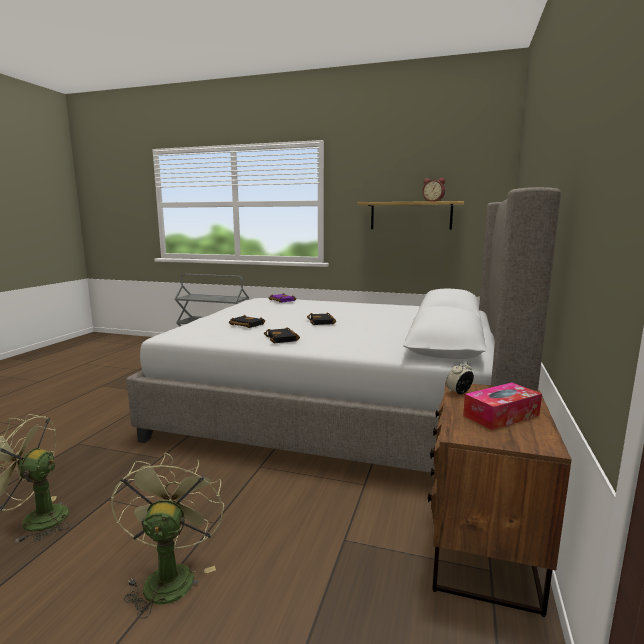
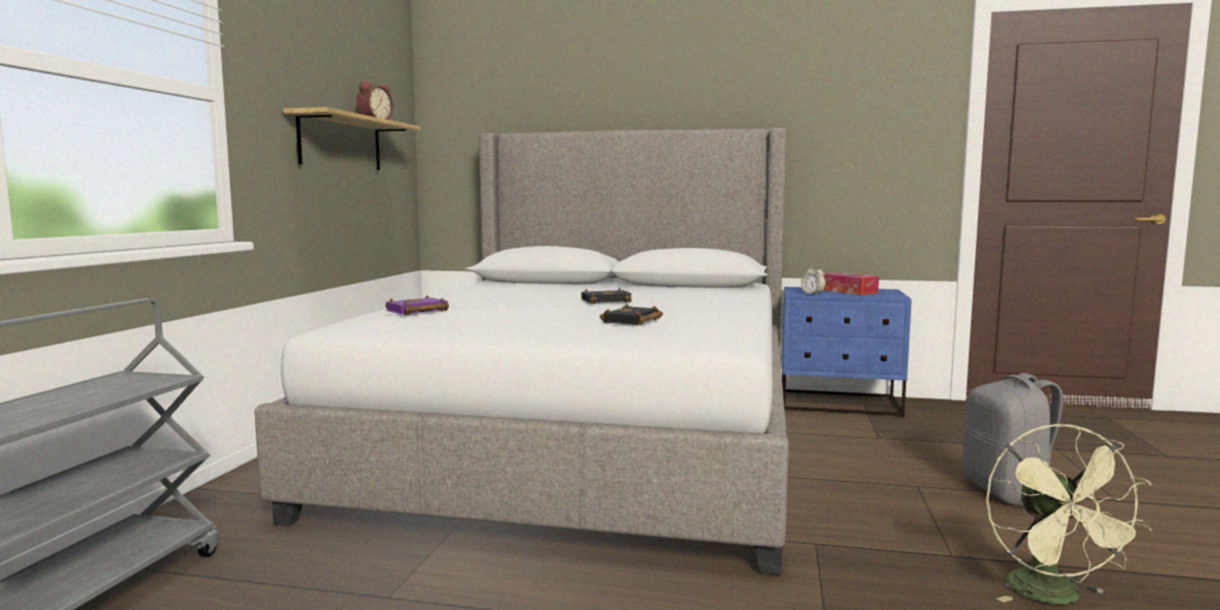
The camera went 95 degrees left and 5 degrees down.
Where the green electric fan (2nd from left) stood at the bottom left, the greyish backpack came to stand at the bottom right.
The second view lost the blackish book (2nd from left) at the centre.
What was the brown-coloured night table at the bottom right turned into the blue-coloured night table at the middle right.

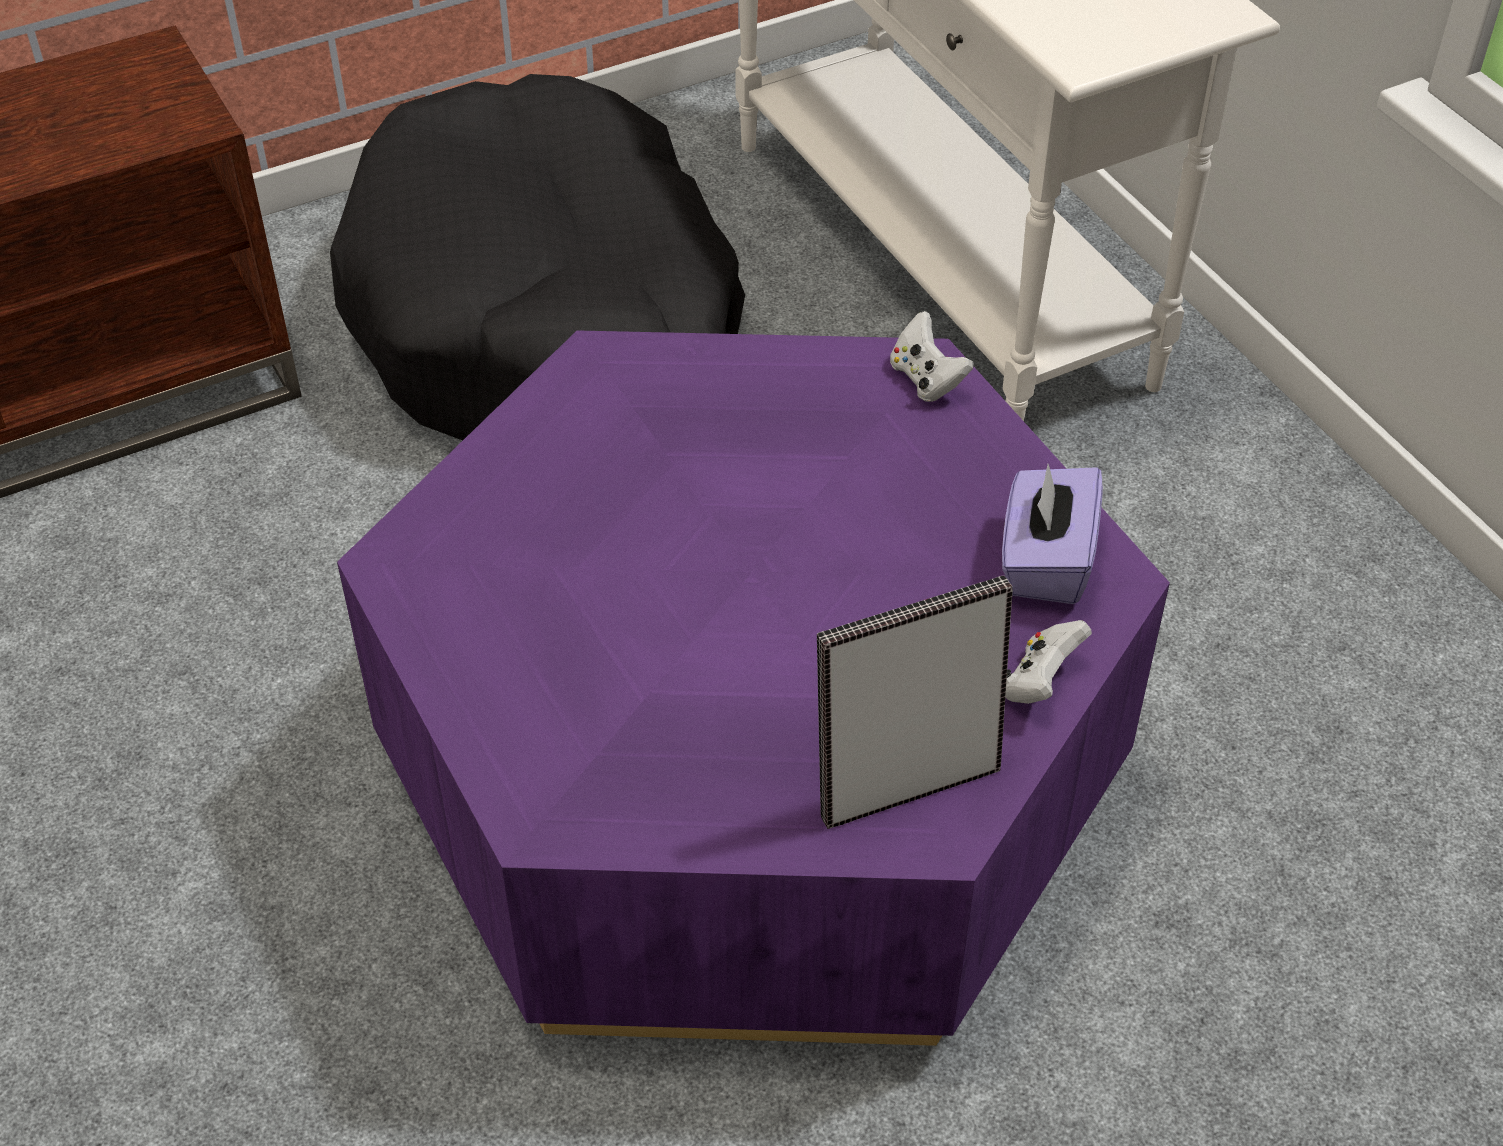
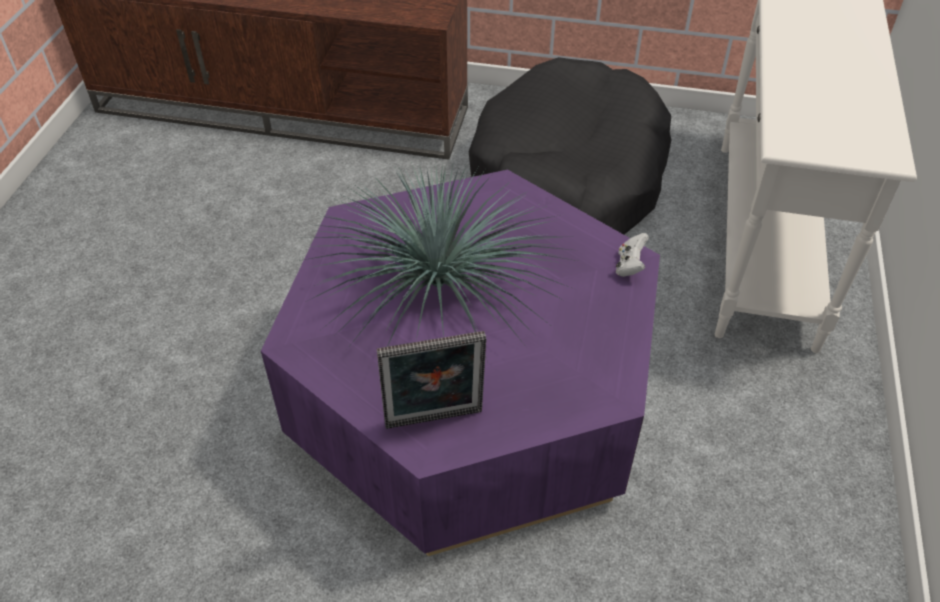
The camera went 40 degrees right and 0 degrees up.
The photo frame at the centre ended up facing another way, 150 degrees clockwise from before.
The second view lost the purple box of tissues at the middle right.
The second view lost the white joypad (2nd from left) at the middle right.
The second view gained the houseplant at the centre.

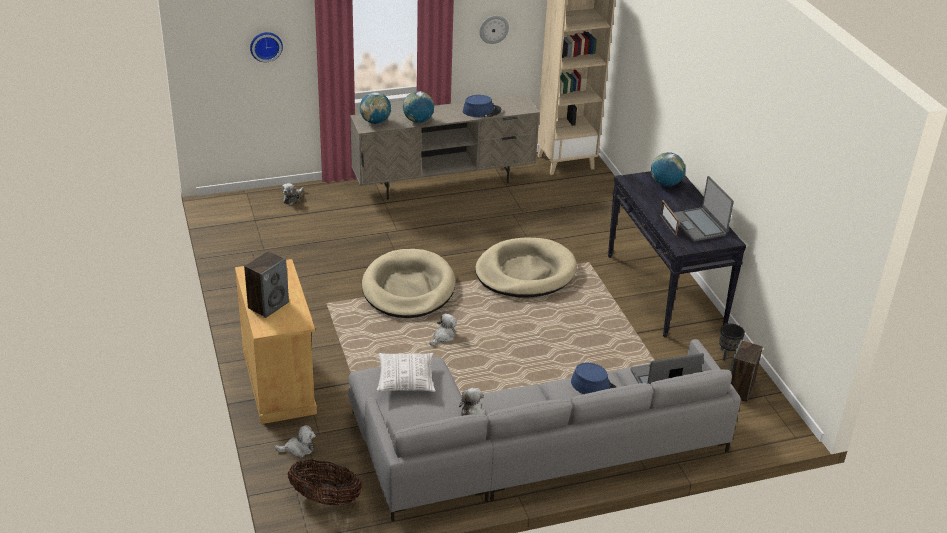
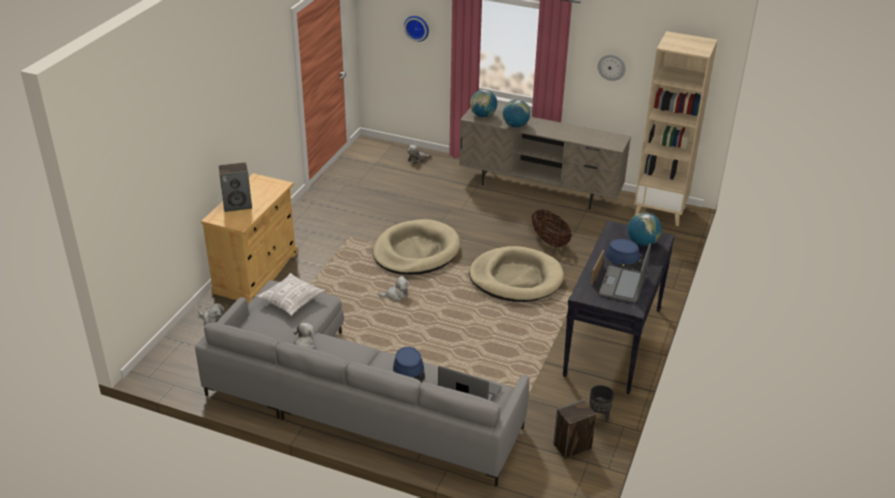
The camera went 40 degrees right and 0 degrees up.
The storage basket ended up elsewhere, having gone from the bottom centre to the centre.
The blue-coloured wearable hat (1st from left in the first image) ended up elsewhere, having gone from the top centre to the middle right.

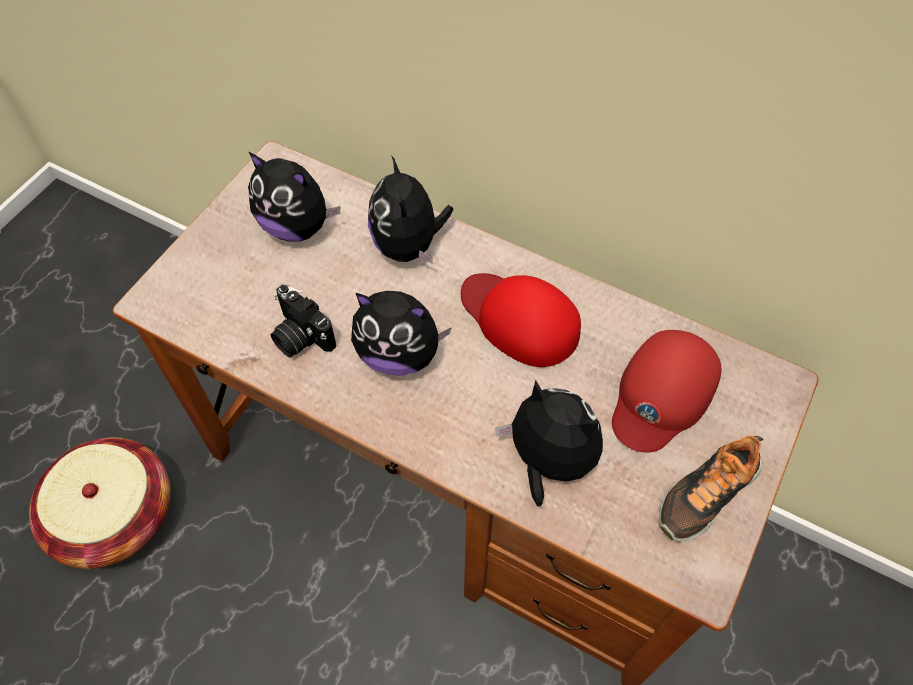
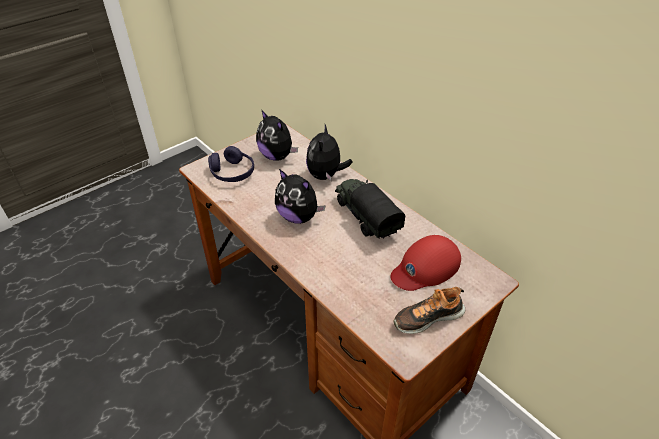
The camera went 20 degrees right and 15 degrees down.
The second view lost the storage basket at the bottom left.
The second view lost the still camera at the middle left.
Where the red-coloured cap (1st from left) stood at the centre, the toy lorry came to stand at the centre.
The second view lost the soft toy (4th from left) at the centre.
The second view gained the purple headset at the centre.

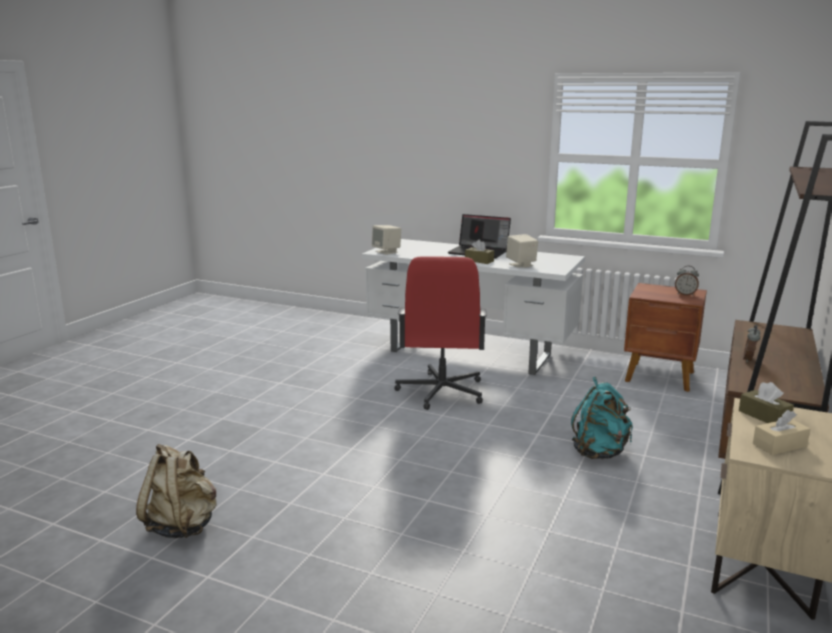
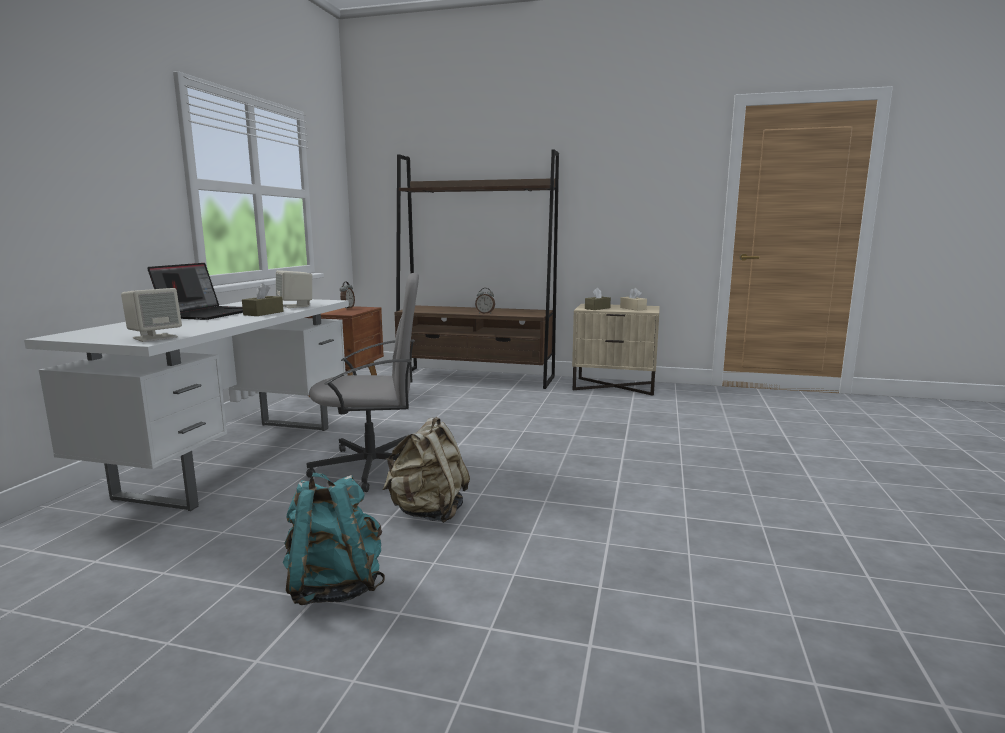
The camera went 100 degrees left and 5 degrees down.
The beige-coloured backpack ended up elsewhere, having gone from the bottom left to the centre.
What was the red-coloured computer chair at the centre turned into the greyish computer chair at the centre.
The turquoise backpack ended up elsewhere, having gone from the middle right to the bottom left.

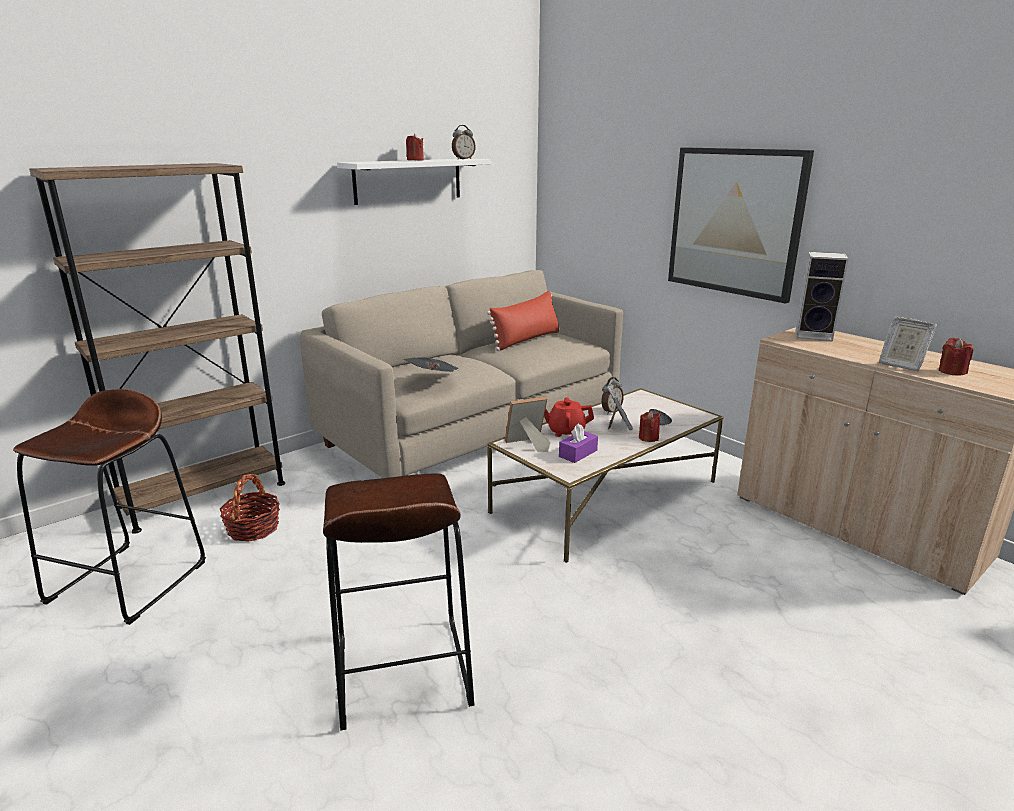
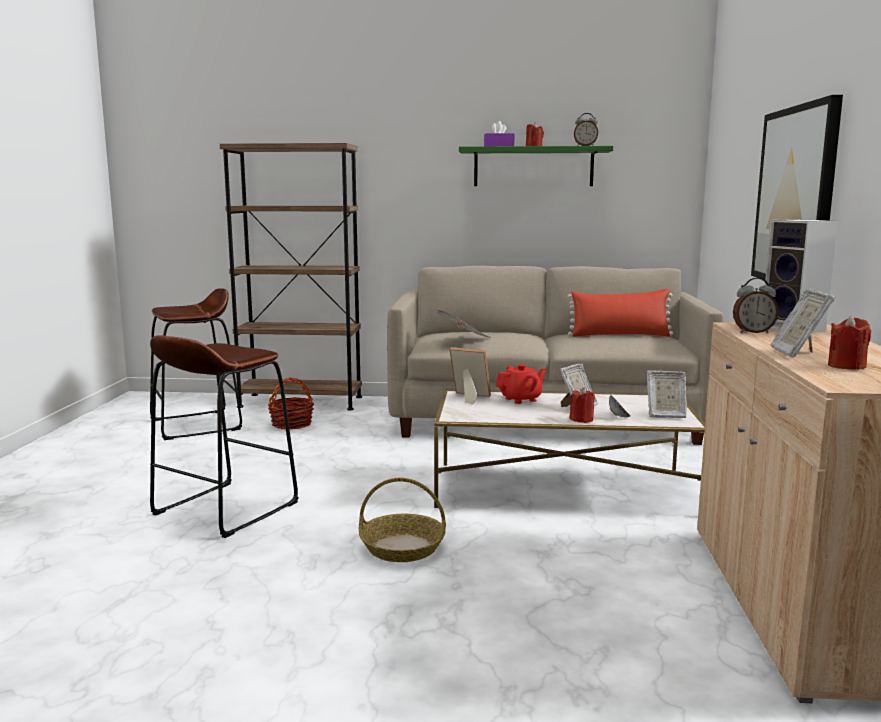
The camera went 45 degrees right and 10 degrees down.
What was the white bracket shelf at the top centre turned into the green bracket shelf at the top centre.
The red-coloured pot for tea at the centre ended up facing another way, 105 degrees clockwise from before.
The purple box of tissues ended up elsewhere, having gone from the centre to the top centre.
The alarm clock (2nd from left) ended up elsewhere, having gone from the centre to the middle right.
The second view gained the storage basket (2nd from left) at the bottom centre.
The second view gained the photo frame (3rd from left) at the middle right.

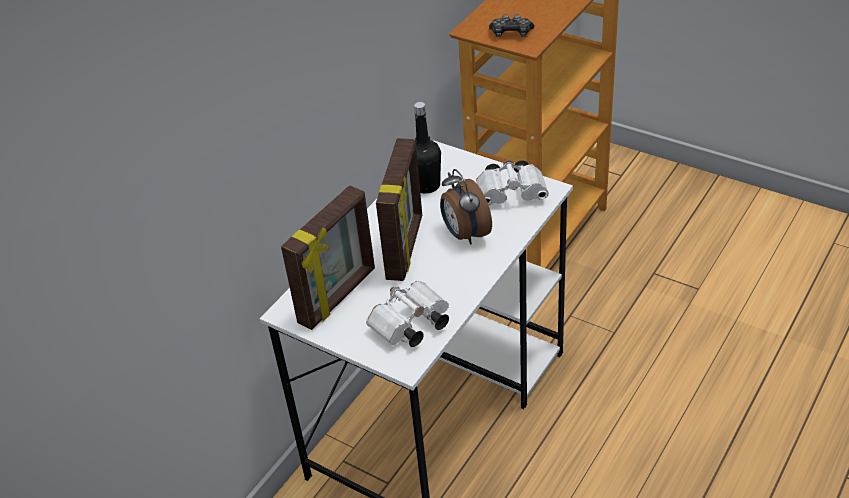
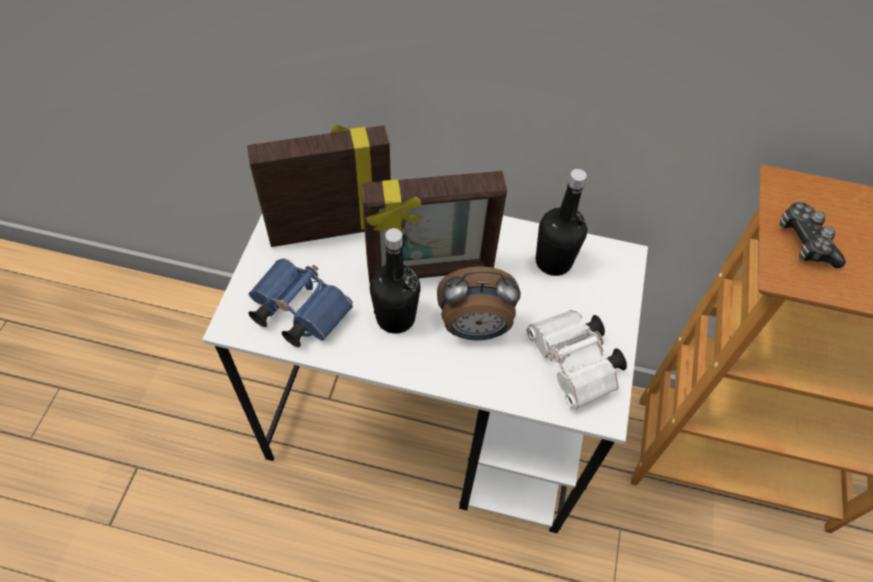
The camera went 65 degrees right and 15 degrees up.
The photo frame (1st from left) at the centre ended up facing another way, 150 degrees clockwise from before.
What was the white binoculars (1st from left) at the centre turned into the blue-coloured binoculars at the centre.
The alarm clock at the centre ended up facing another way, 135 degrees counterclockwise from before.
The second view gained the blackish drink bottle (1st from left) at the centre.

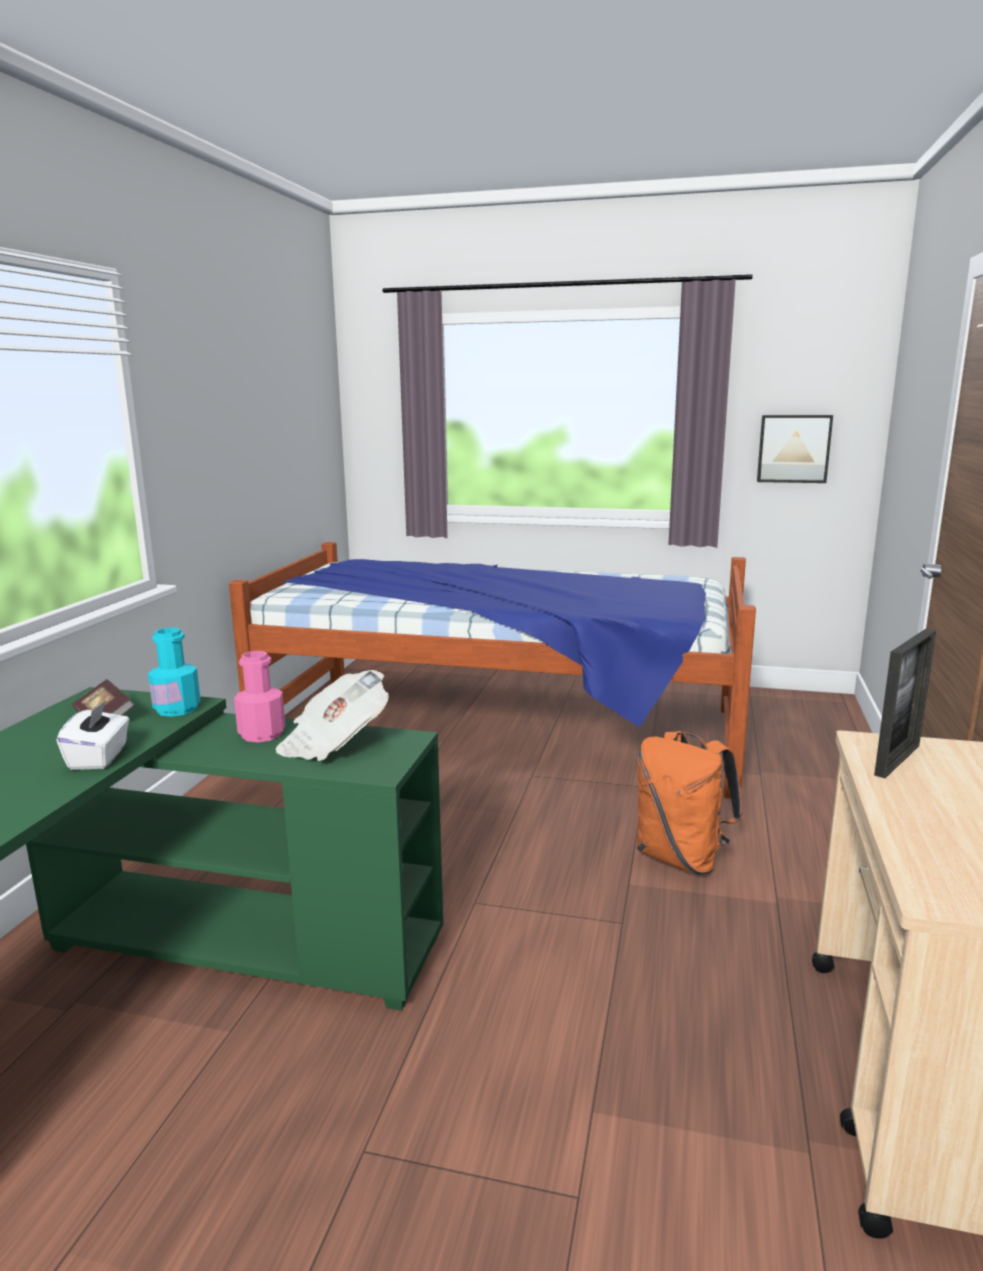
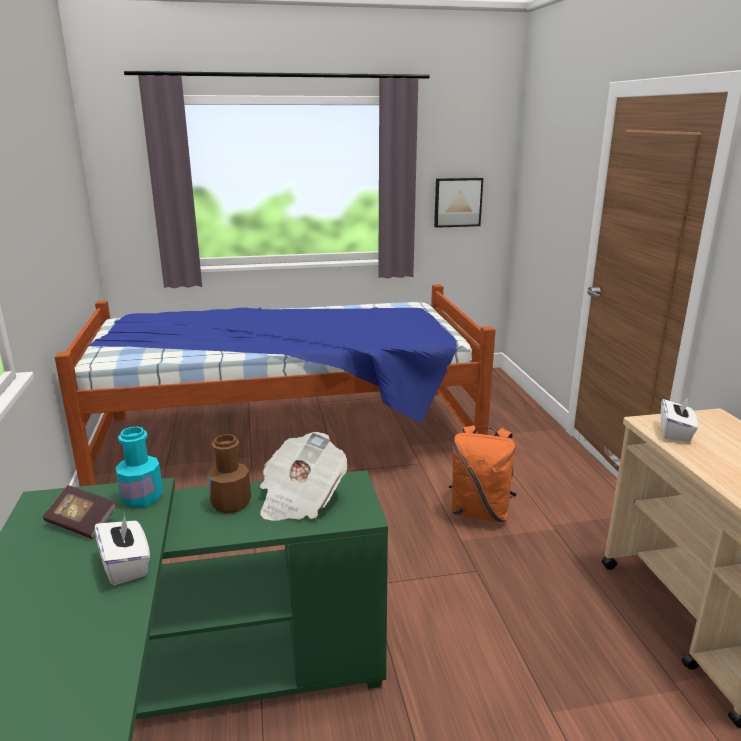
The camera went 25 degrees left and 5 degrees up.
What was the pinkish drink bottle at the middle left turned into the brown-coloured drink bottle at the middle left.
Where the photo frame stood at the middle right, the white box of tissues (2nd from left) came to stand at the middle right.

